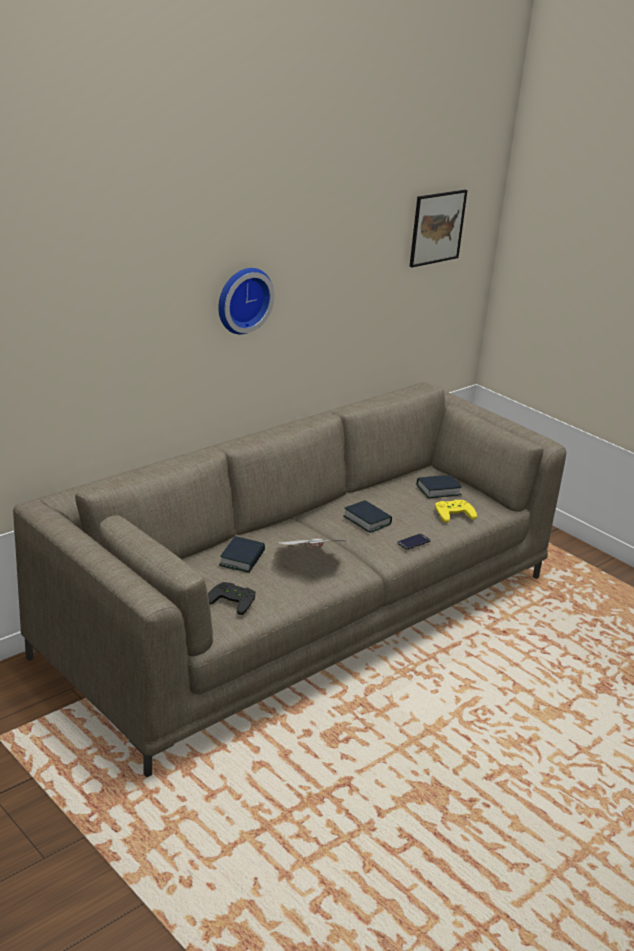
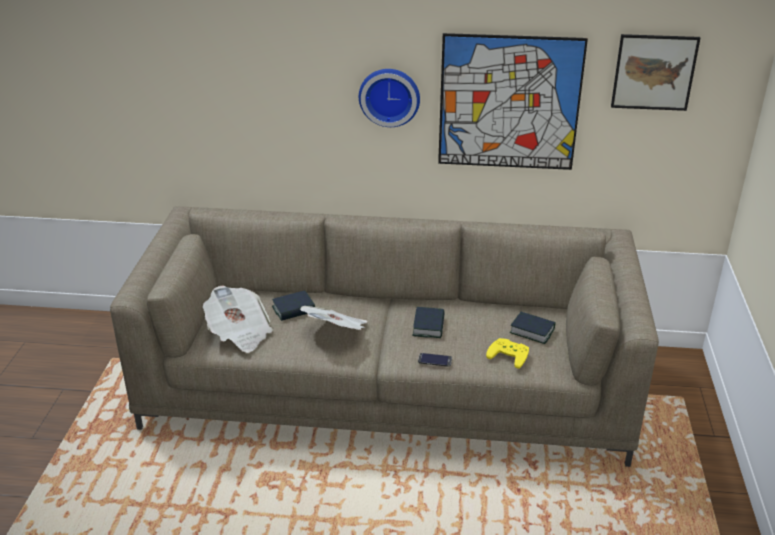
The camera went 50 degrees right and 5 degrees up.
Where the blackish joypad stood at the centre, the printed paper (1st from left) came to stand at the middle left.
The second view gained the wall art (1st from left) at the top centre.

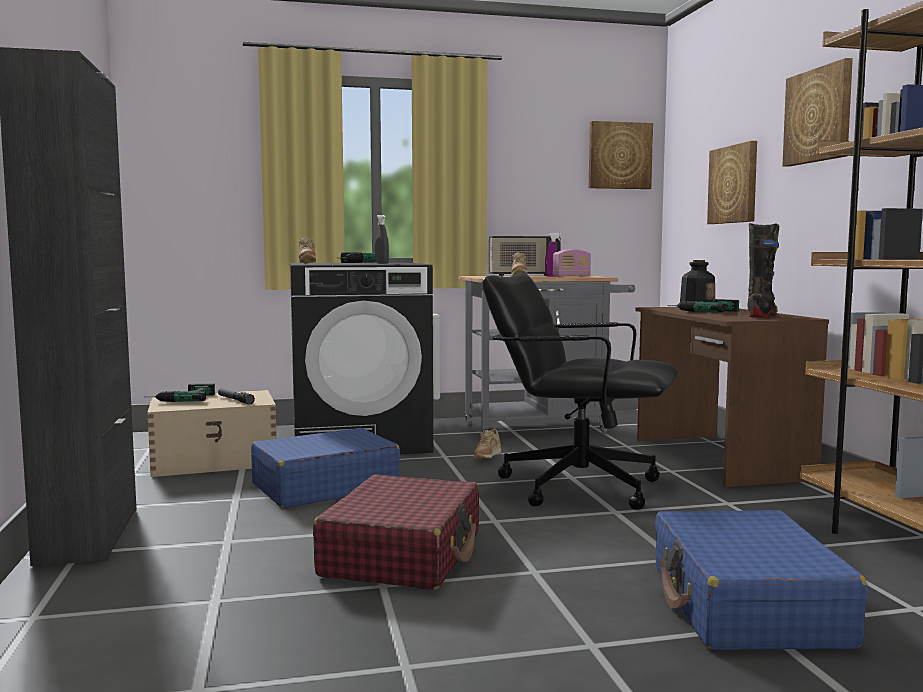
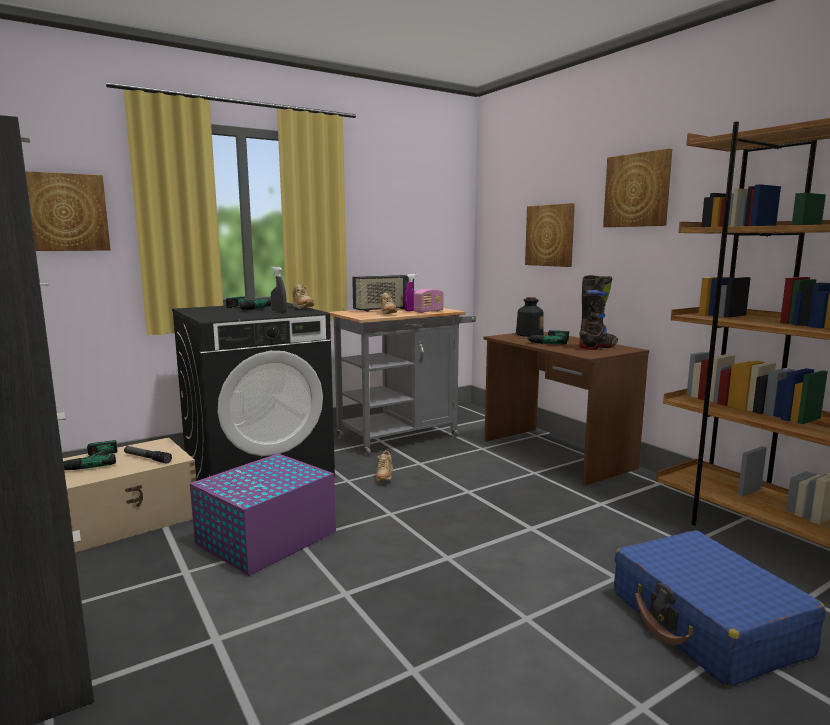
The camera went 20 degrees left and 5 degrees up.
Where the blue-coloured suitcase (1st from left) stood at the bottom centre, the purple storage container came to stand at the bottom left.
The beige-coloured item of footwear (1st from left) ended up elsewhere, having gone from the middle left to the centre.
The second view lost the red-coloured suitcase at the bottom centre.
The second view lost the blackish computer chair at the centre.
The wall art (1st from left) ended up elsewhere, having gone from the top right to the top left.
The blackish tall boot at the middle right ended up facing another way, 45 degrees clockwise from before.

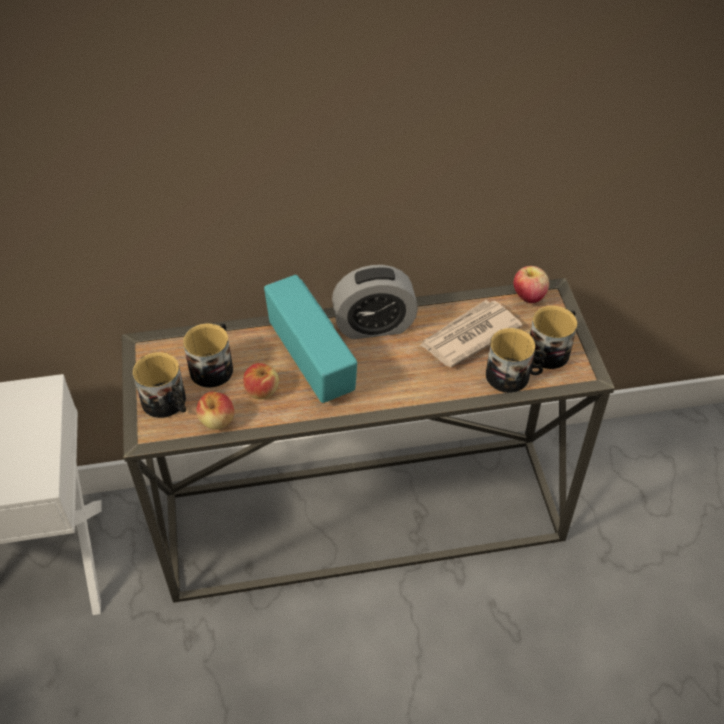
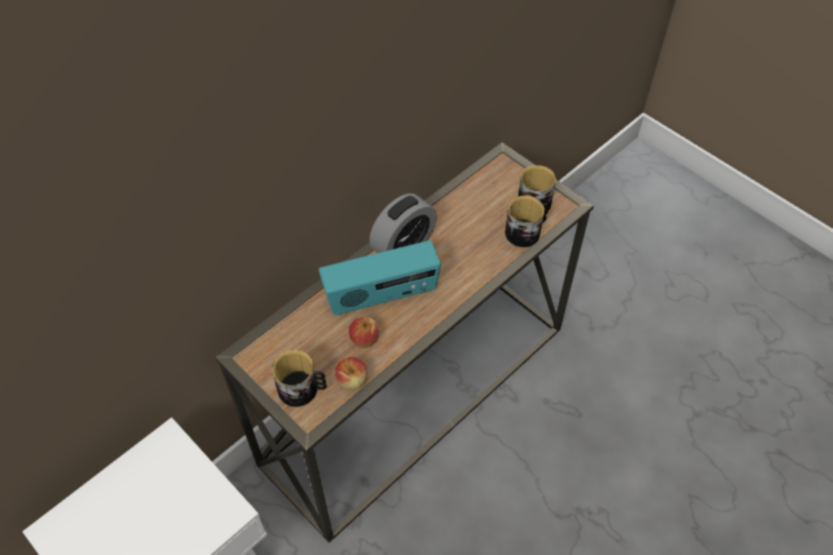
The camera went 35 degrees left and 5 degrees up.
The second view lost the mug (2nd from left) at the middle left.
The radio set at the centre ended up facing another way, 135 degrees clockwise from before.
The second view lost the printed paper at the centre.
The second view lost the apple (3rd from left) at the middle right.

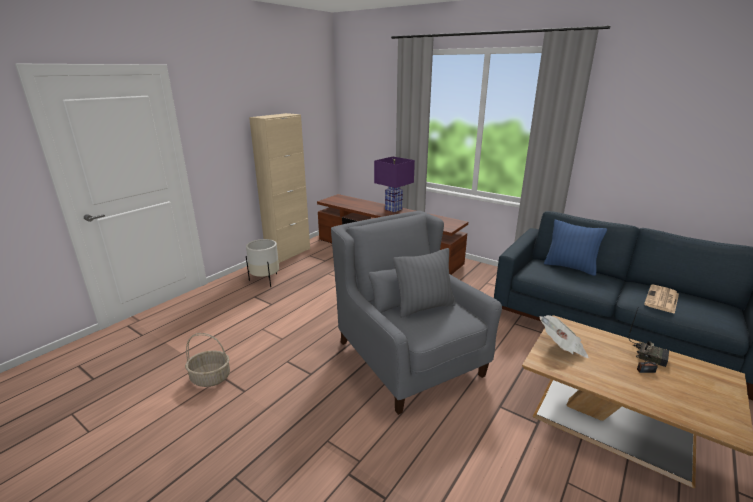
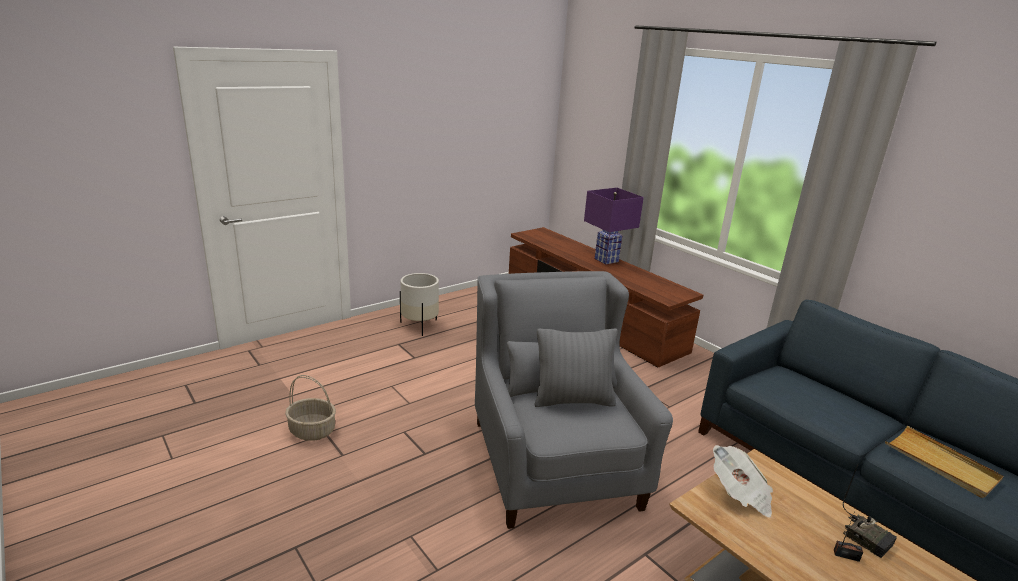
The camera went 15 degrees right and 0 degrees up.
The second view lost the beige-coloured cupboard at the centre.
The second view lost the blue-coloured pillow at the middle right.
Where the printed paper (2nd from left) stood at the middle right, the beige-coloured serving tray came to stand at the bottom right.

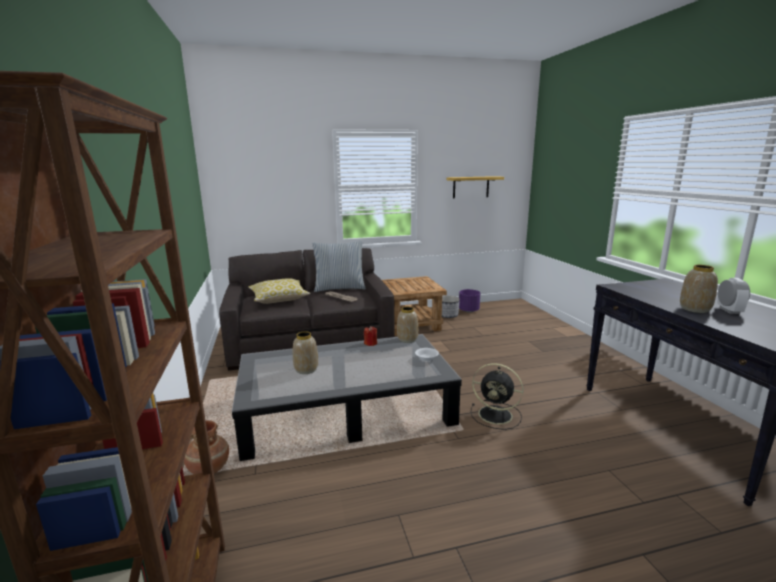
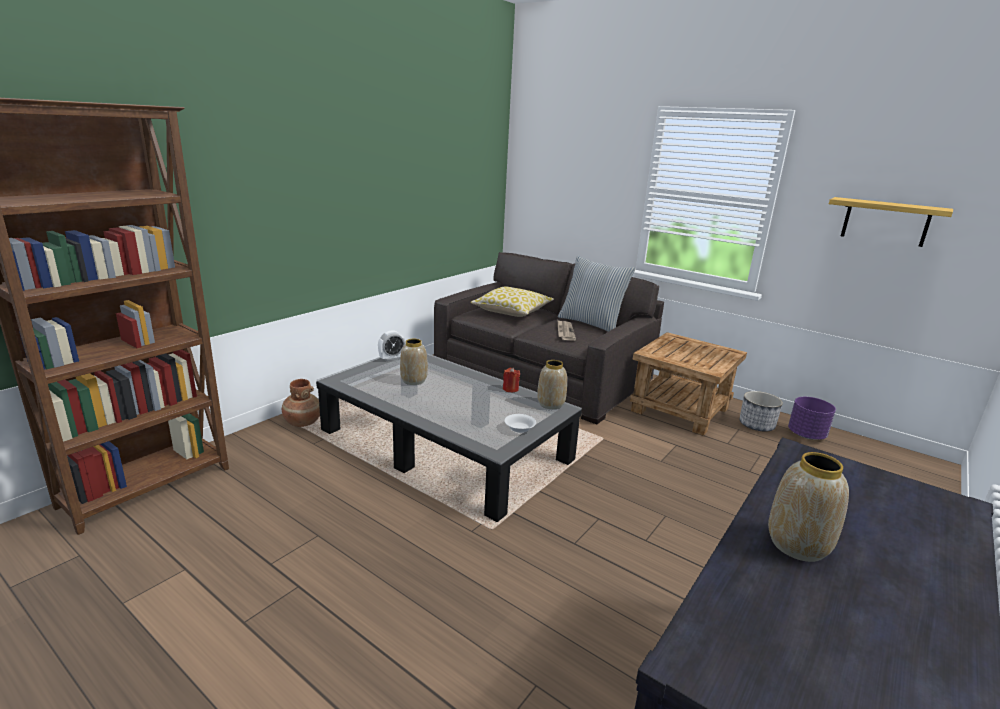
The camera went 50 degrees right and 5 degrees up.
The second view lost the blackish electric fan at the bottom centre.
The alarm clock ended up elsewhere, having gone from the middle right to the centre.

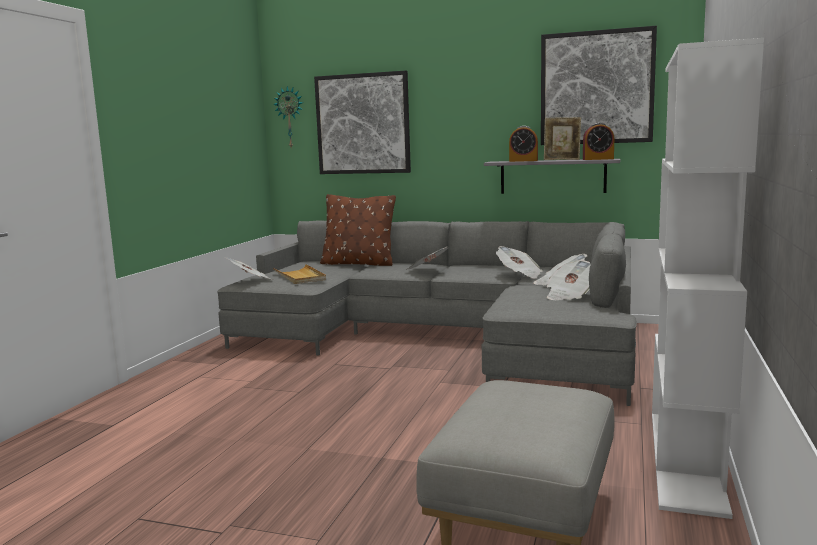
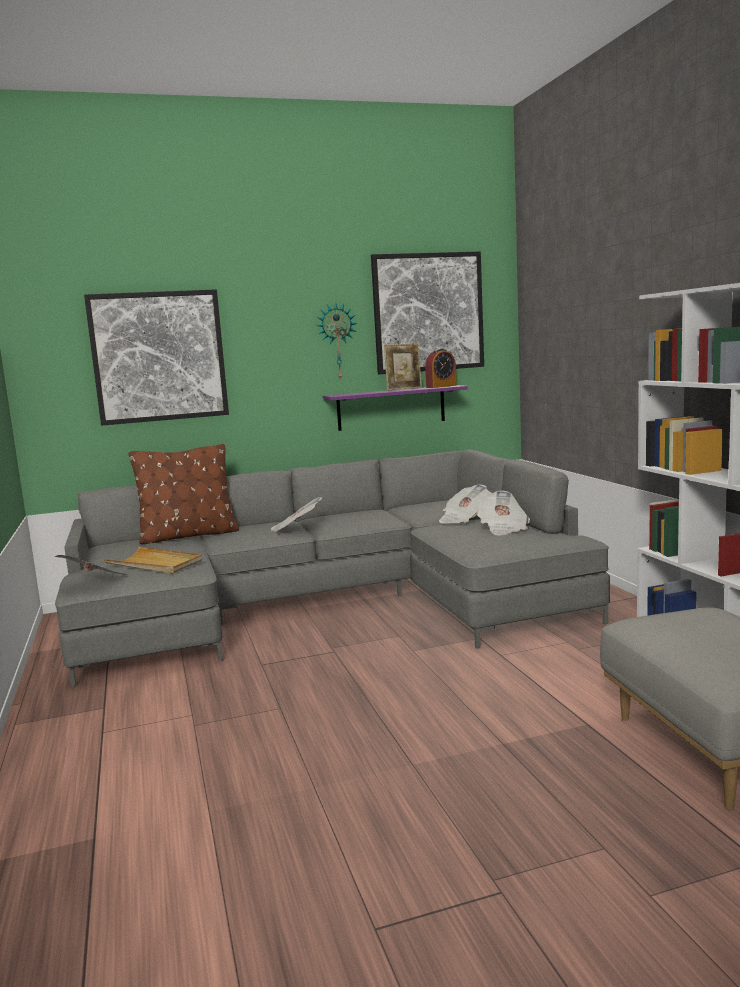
The camera went 35 degrees left and 0 degrees up.
The hanging clock ended up elsewhere, having gone from the top centre to the centre.
What was the greyish bracket shelf at the top right turned into the purple bracket shelf at the centre.
The second view lost the printed paper (3rd from left) at the centre.
The second view lost the alarm clock (1st from left) at the top centre.

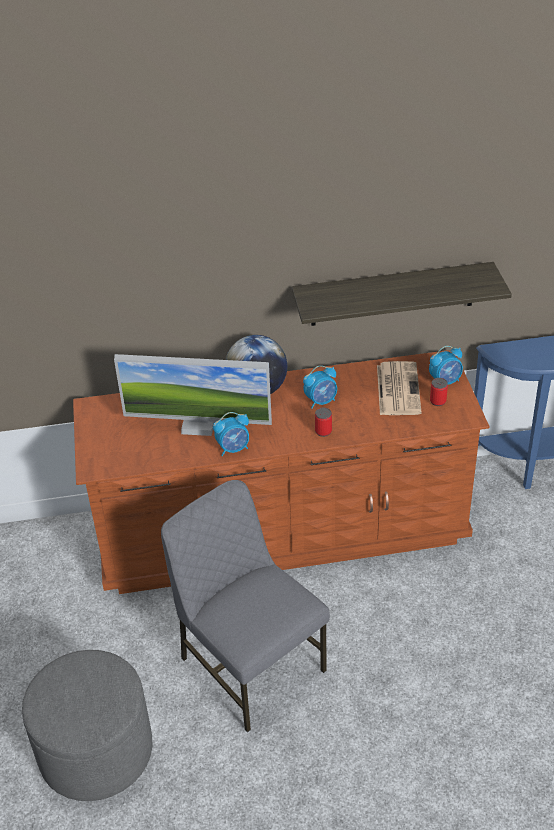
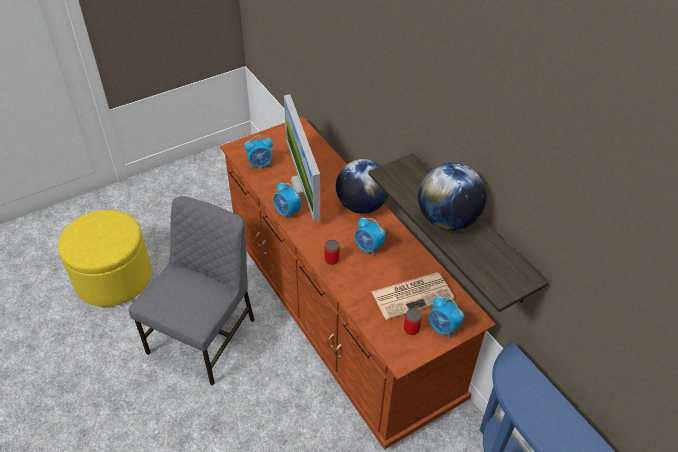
The camera went 65 degrees right and 5 degrees up.
What was the greyish footrest at the bottom left turned into the yellowish footrest at the middle left.
The second view gained the alarm clock (1st from left) at the centre.
The second view gained the world globe (2nd from left) at the middle right.

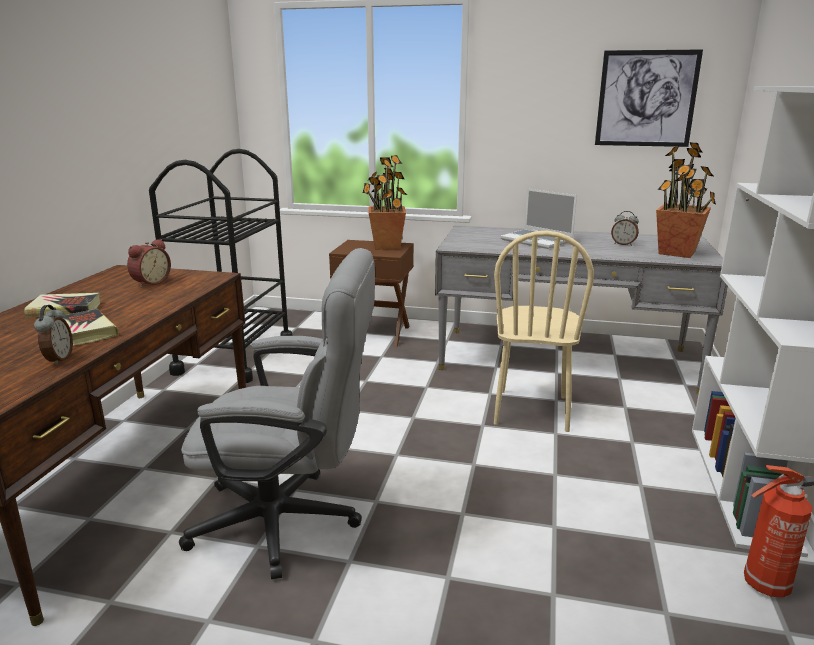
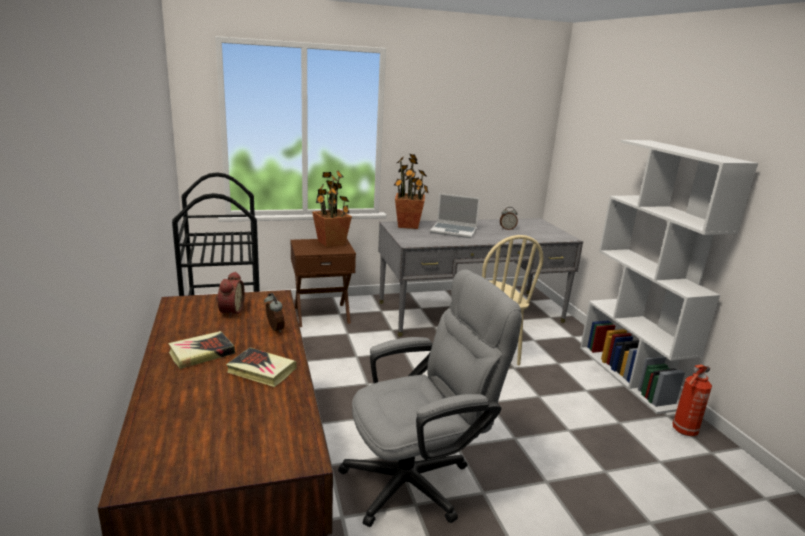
The camera went 30 degrees left and 0 degrees up.
The alarm clock (1st from left in the first image) ended up elsewhere, having gone from the middle left to the centre.
The second view lost the wall art at the top right.
The houseplant (2nd from left) ended up elsewhere, having gone from the top right to the centre.

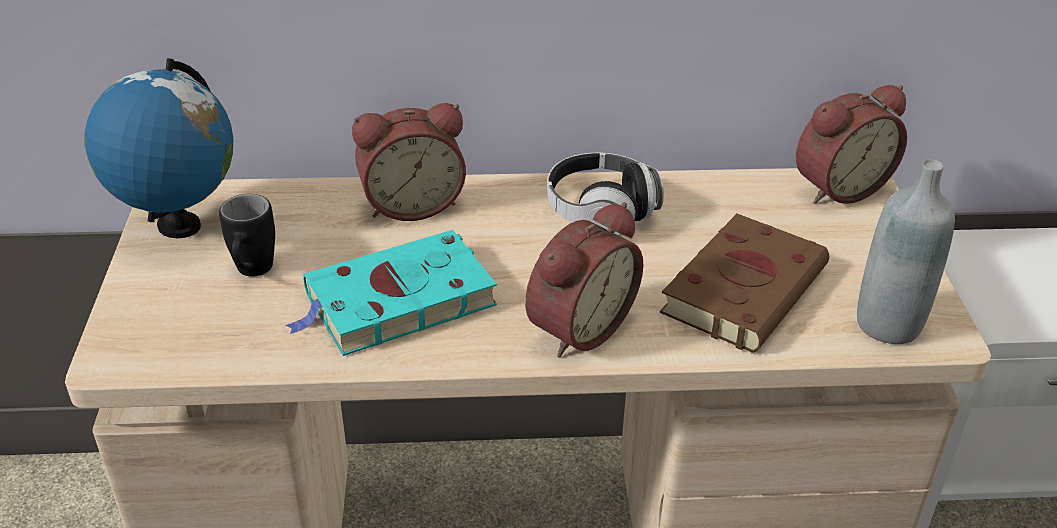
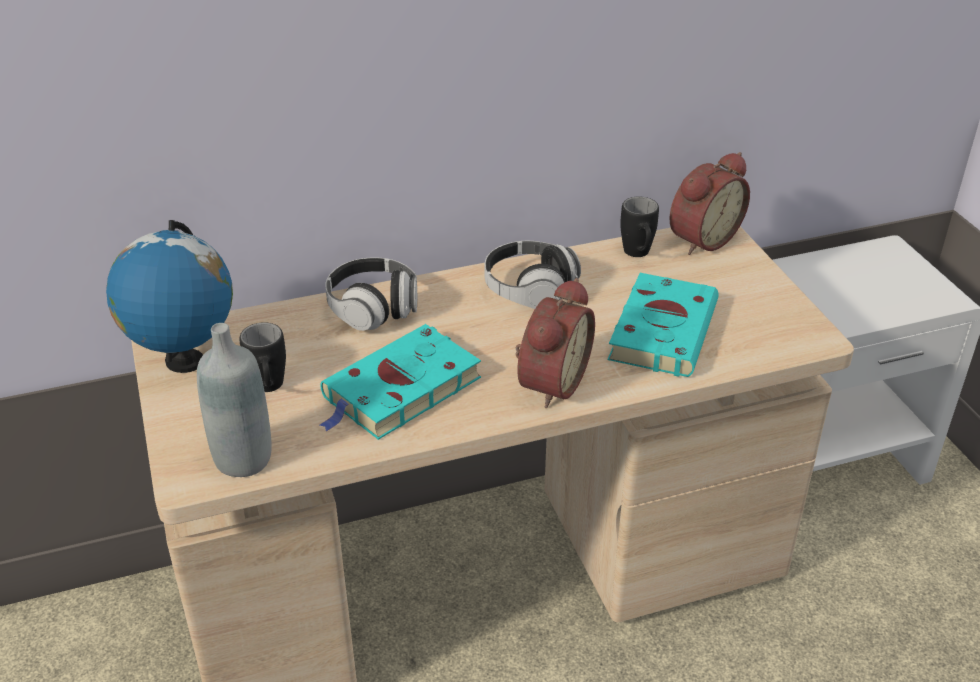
The camera went 15 degrees left and 0 degrees up.
Where the alarm clock (1st from left) stood at the top centre, the headset (1st from left) came to stand at the centre.
What was the brown-coloured book at the middle right turned into the turquoise book (2nd from left) at the middle right.
The greyish drink bottle ended up elsewhere, having gone from the middle right to the middle left.
The second view gained the blackish mug (2nd from left) at the top centre.

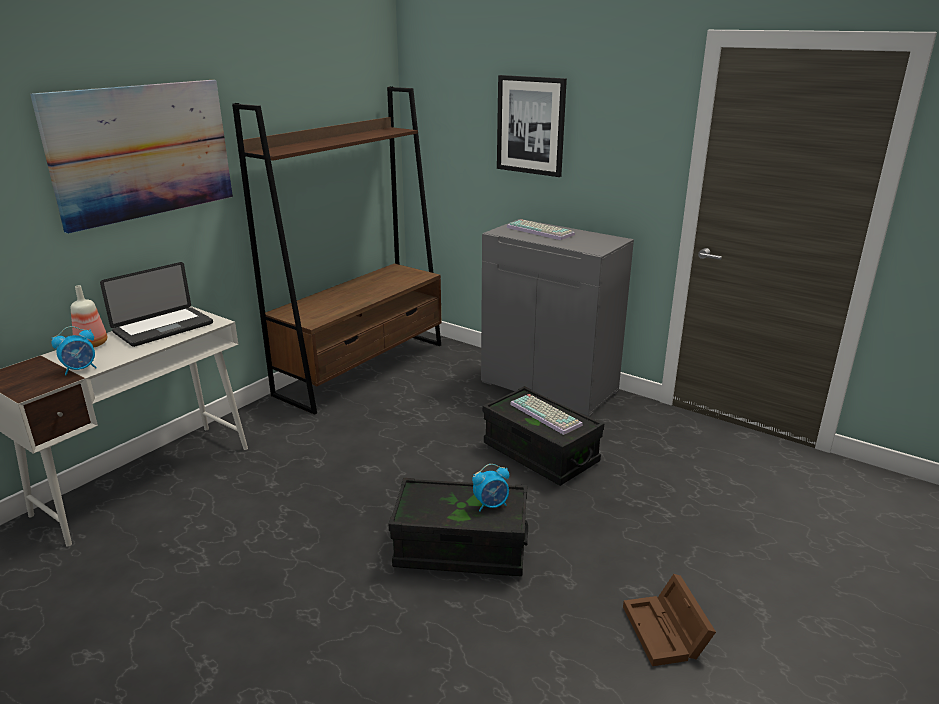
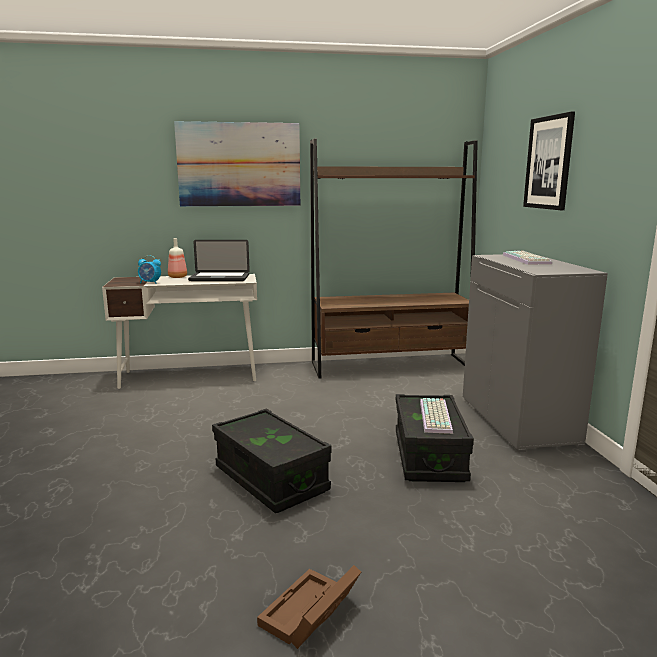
The camera went 45 degrees right and 10 degrees down.
The second view lost the alarm clock (2nd from left) at the bottom centre.

